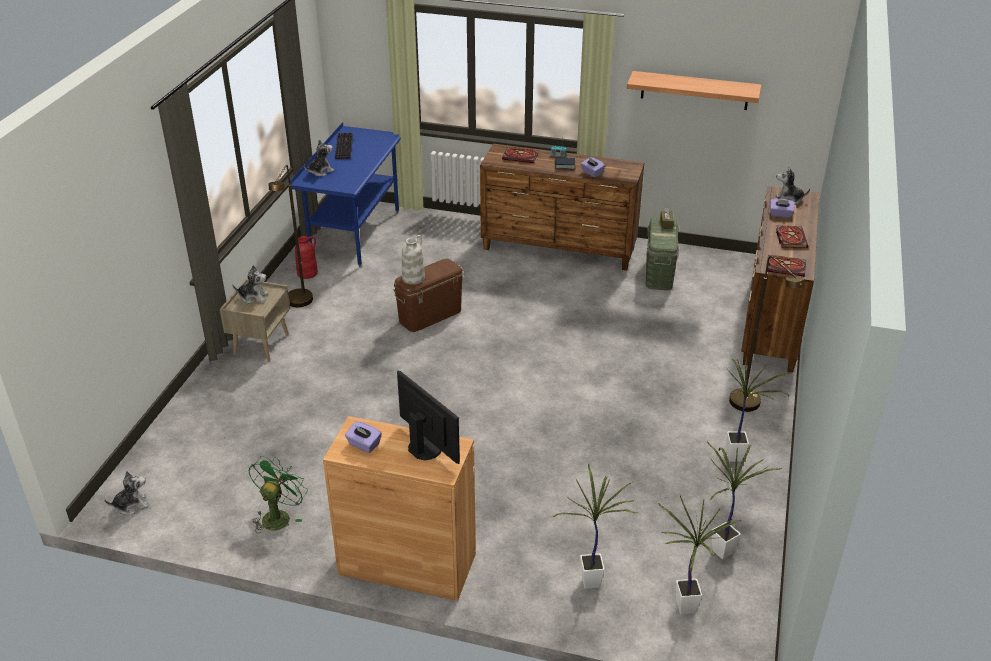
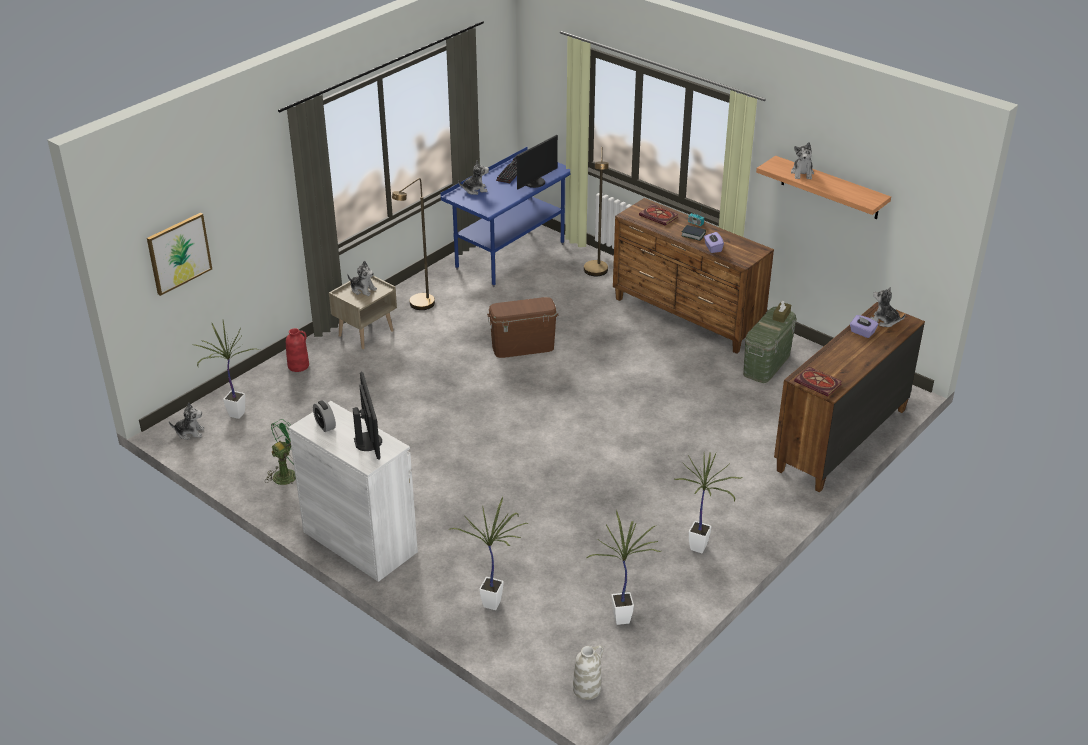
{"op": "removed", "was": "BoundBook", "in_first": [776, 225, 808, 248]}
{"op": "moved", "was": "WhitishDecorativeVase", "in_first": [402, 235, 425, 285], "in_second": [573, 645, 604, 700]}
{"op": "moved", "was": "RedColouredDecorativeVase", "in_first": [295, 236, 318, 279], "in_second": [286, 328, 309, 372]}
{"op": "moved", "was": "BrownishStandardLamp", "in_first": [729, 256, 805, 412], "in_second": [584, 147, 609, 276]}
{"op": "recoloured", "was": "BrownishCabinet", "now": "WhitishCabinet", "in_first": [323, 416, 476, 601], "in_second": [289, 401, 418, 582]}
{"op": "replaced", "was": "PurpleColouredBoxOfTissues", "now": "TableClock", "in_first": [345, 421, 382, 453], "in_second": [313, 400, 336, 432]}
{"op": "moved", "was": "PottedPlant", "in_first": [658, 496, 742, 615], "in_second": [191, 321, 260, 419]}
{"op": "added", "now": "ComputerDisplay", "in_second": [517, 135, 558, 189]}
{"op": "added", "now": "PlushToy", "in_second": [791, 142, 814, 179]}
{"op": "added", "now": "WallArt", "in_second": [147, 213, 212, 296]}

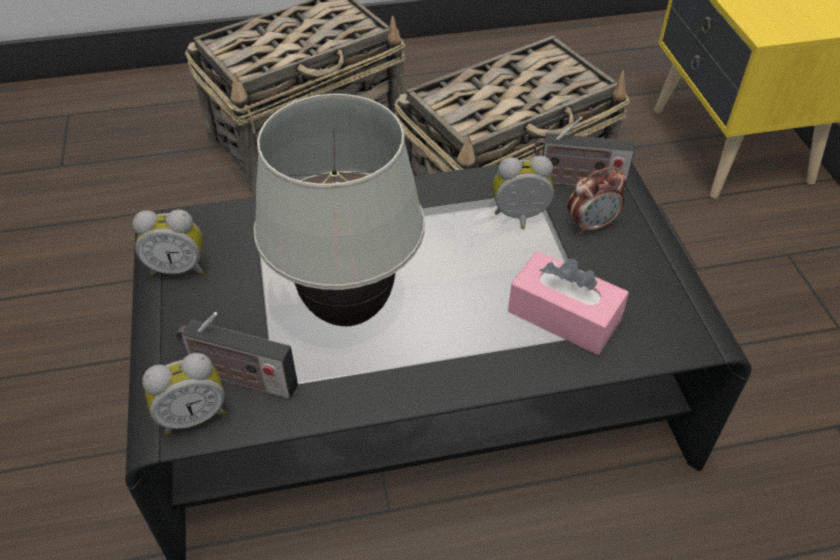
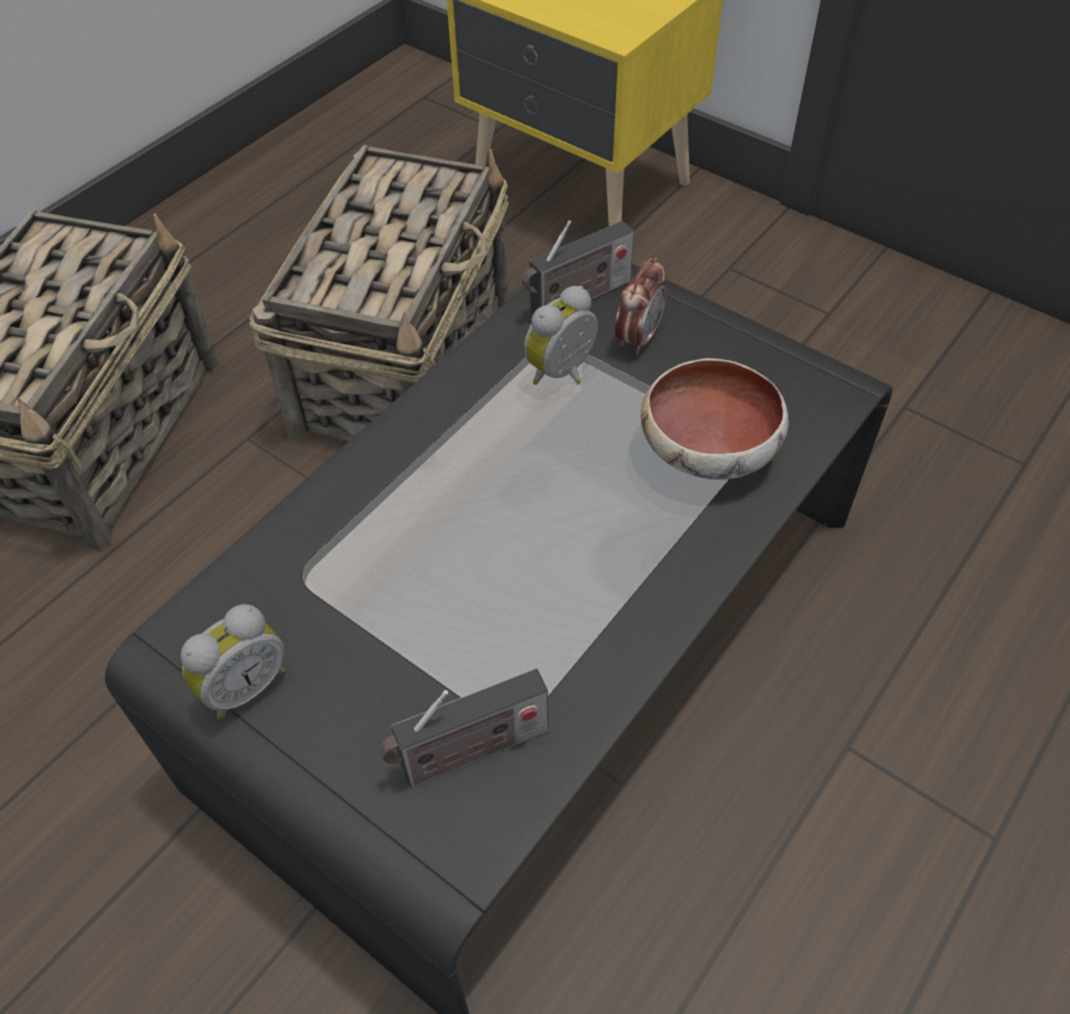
{"op": "removed", "was": "WhitishTabletopLamp", "in_first": [254, 94, 425, 326]}
{"op": "replaced", "was": "PinkColouredBoxOfTissues", "now": "Bowl", "in_first": [508, 251, 629, 355], "in_second": [641, 358, 789, 480]}
{"op": "removed", "was": "TableClock", "in_first": [142, 353, 226, 435]}

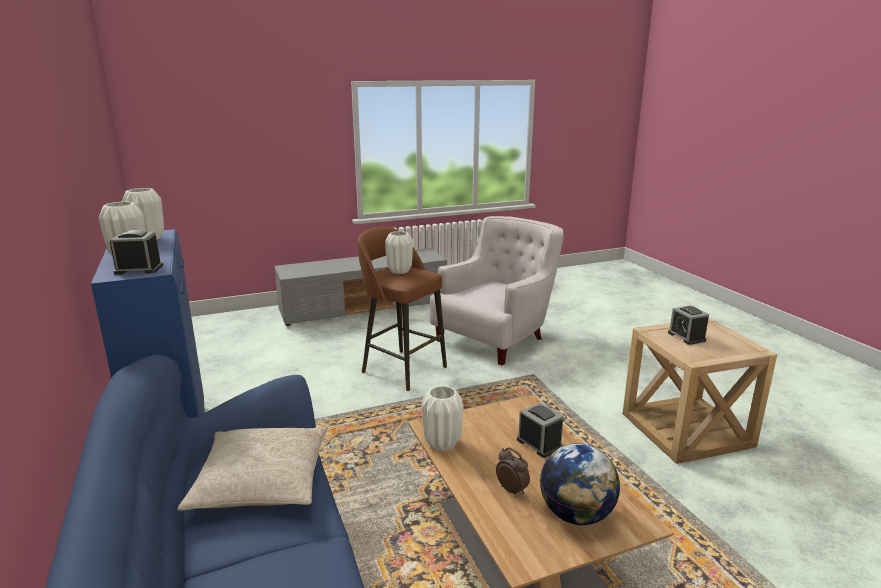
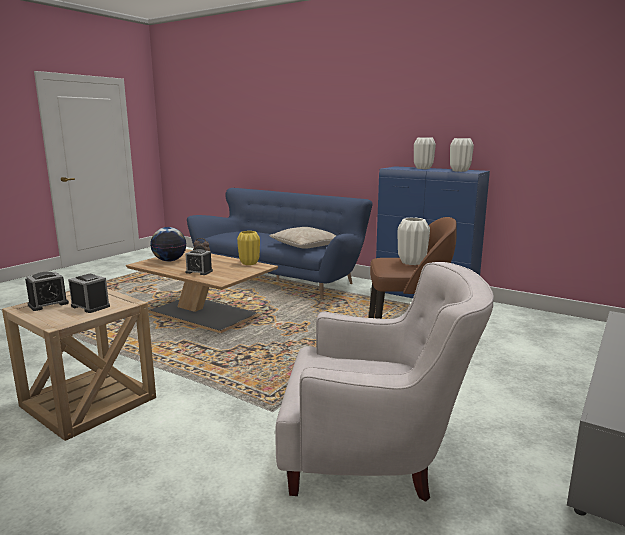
{"op": "turned", "was": "WhitishEasyChair", "in_first": [430, 216, 564, 365], "in_second": [275, 262, 494, 502], "clockwise": -90}
{"op": "moved", "was": "TableClock", "in_first": [110, 230, 163, 275], "in_second": [25, 272, 69, 311]}
{"op": "recoloured", "was": "WhitishDecorativeVase", "now": "YellowColouredDecorativeVase", "in_first": [422, 385, 463, 451], "in_second": [237, 231, 260, 265]}

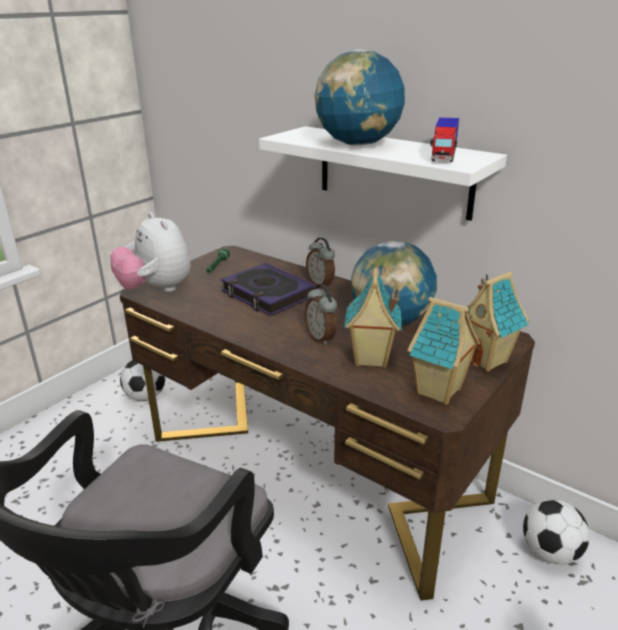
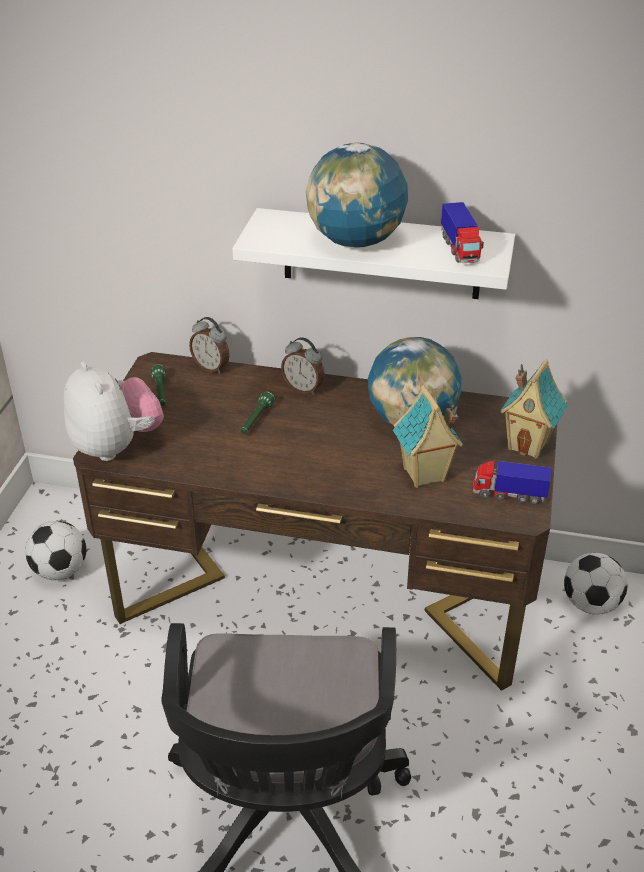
{"op": "turned", "was": "PlushToy", "in_first": [111, 212, 191, 292], "in_second": [64, 362, 164, 461], "clockwise": -150}
{"op": "replaced", "was": "BoundBook", "now": "GreenTorch", "in_first": [221, 263, 315, 316], "in_second": [240, 391, 275, 434]}
{"op": "moved", "was": "TableClock", "in_first": [305, 284, 337, 345], "in_second": [189, 317, 230, 374]}
{"op": "replaced", "was": "MiniatureHouse", "now": "ToyTruck", "in_first": [407, 297, 480, 405], "in_second": [473, 461, 551, 505]}

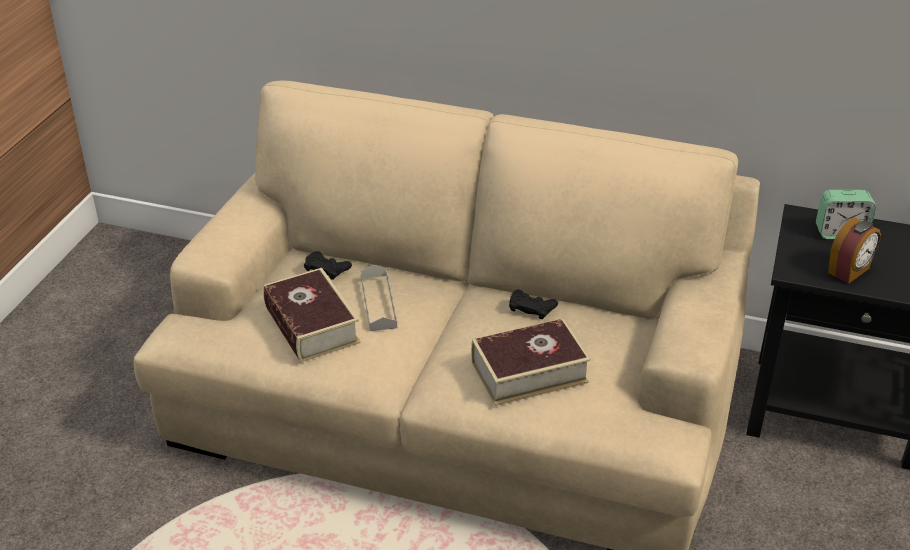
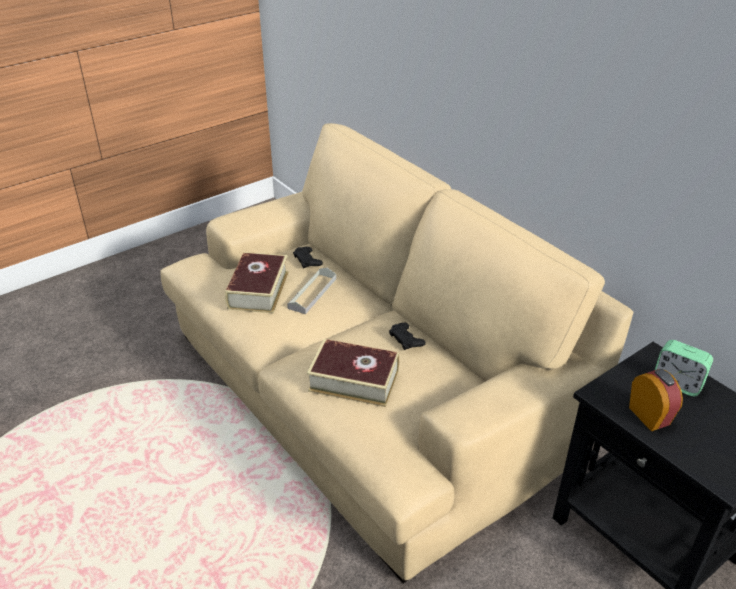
{"op": "turned", "was": "TableClock", "in_first": [828, 218, 881, 284], "in_second": [629, 369, 683, 431], "clockwise": -105}

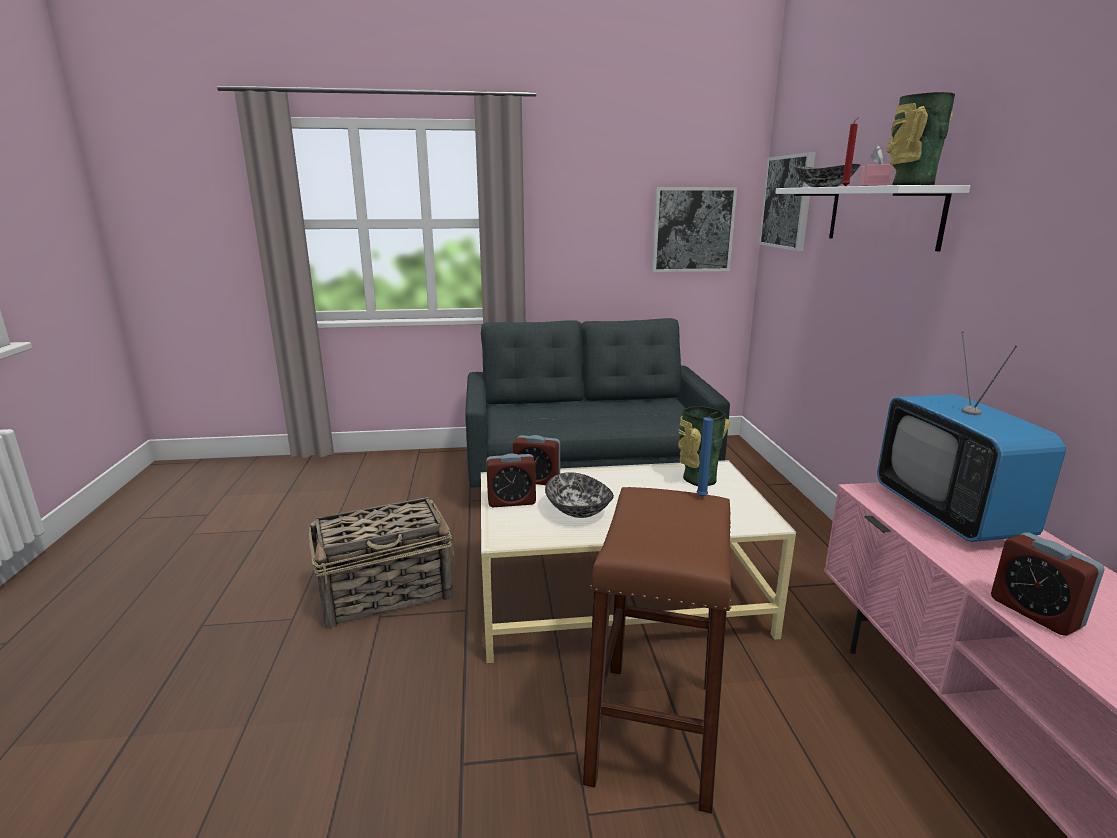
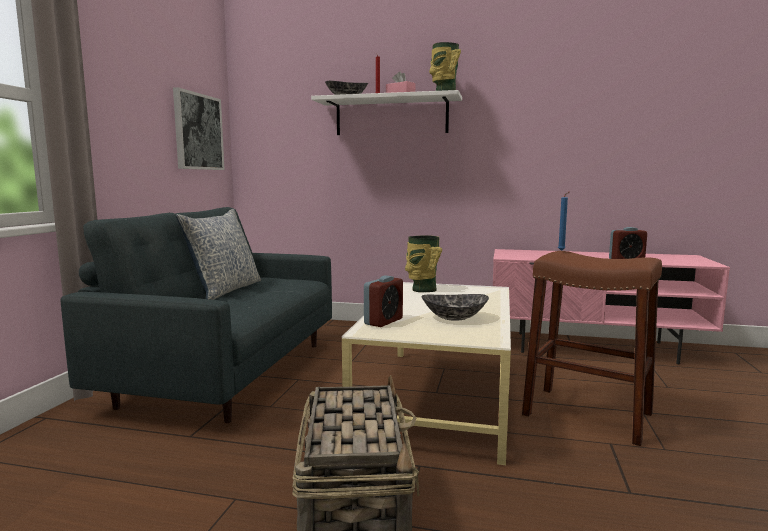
{"op": "removed", "was": "WallArt", "in_first": [759, 152, 816, 251]}
{"op": "removed", "was": "Television", "in_first": [877, 332, 1066, 542]}
{"op": "removed", "was": "TableClock", "in_first": [486, 453, 536, 507]}
{"op": "added", "now": "Cushion", "in_second": [176, 209, 261, 300]}

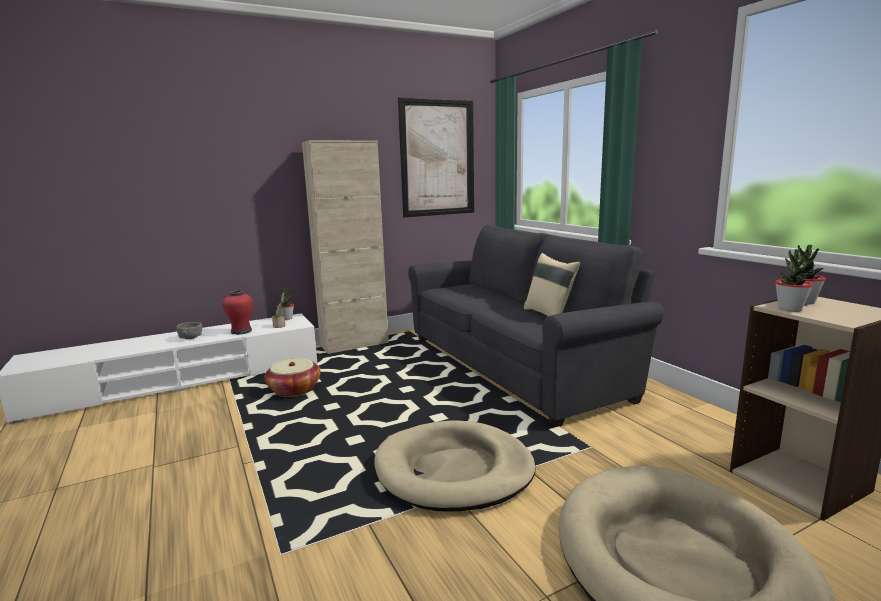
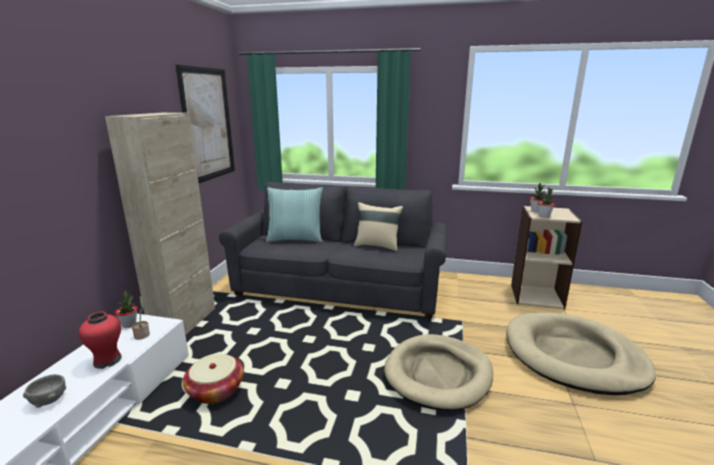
{"op": "added", "now": "Cushion", "in_second": [266, 187, 323, 242]}

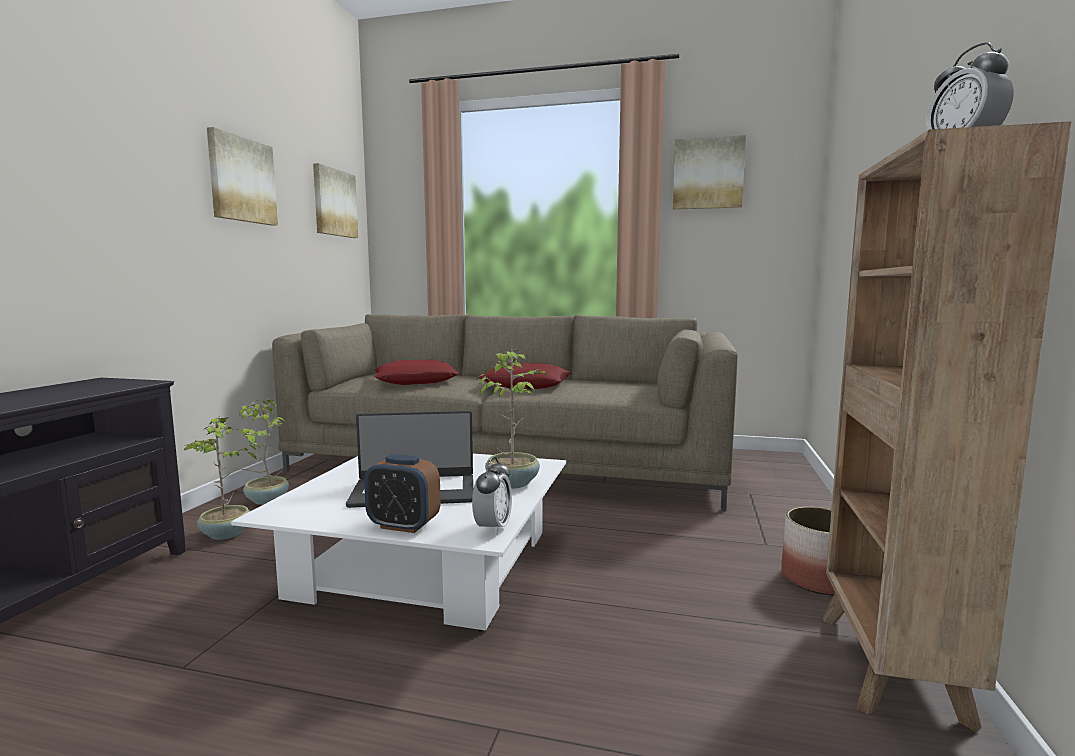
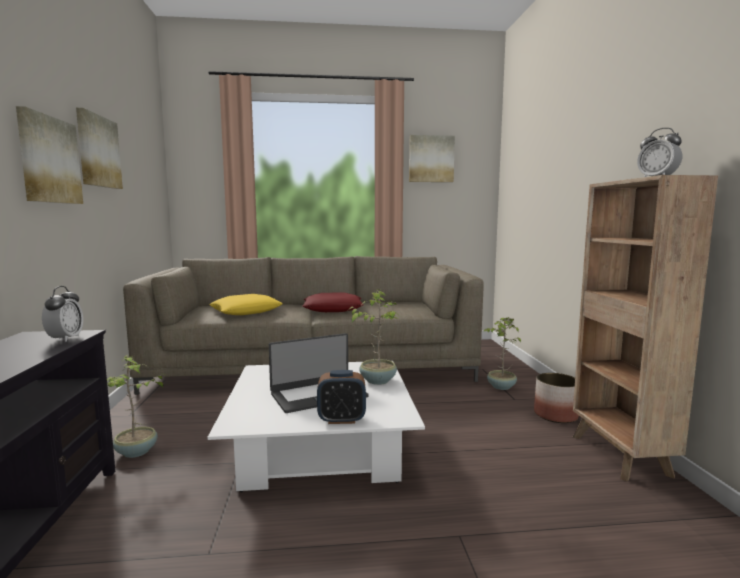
{"op": "moved", "was": "WallArt", "in_first": [313, 163, 358, 238], "in_second": [16, 106, 83, 204]}
{"op": "recoloured", "was": "RedColouredCushion", "now": "YellowColouredCushion", "in_first": [374, 359, 459, 385], "in_second": [209, 294, 283, 315]}
{"op": "moved", "was": "PottedPlant", "in_first": [238, 400, 289, 505], "in_second": [484, 317, 521, 390]}
{"op": "moved", "was": "TableClock", "in_first": [472, 457, 512, 535], "in_second": [42, 286, 83, 342]}

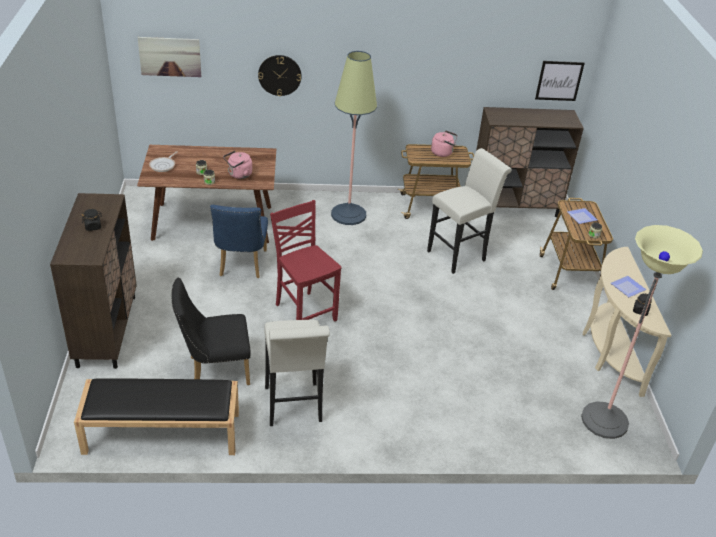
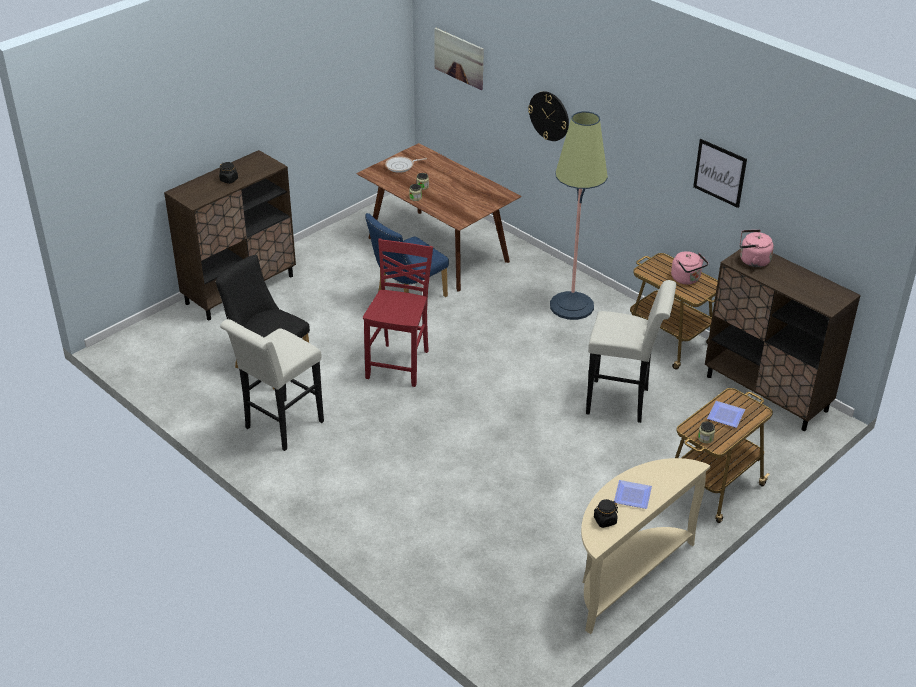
{"op": "moved", "was": "WallArt", "in_first": [535, 61, 585, 101], "in_second": [693, 139, 747, 208]}
{"op": "moved", "was": "PinkColouredWaterKettle", "in_first": [223, 151, 252, 179], "in_second": [740, 230, 774, 267]}
{"op": "removed", "was": "StandardLamp", "in_first": [581, 225, 703, 439]}
{"op": "removed", "was": "BlackishBench", "in_first": [74, 378, 239, 455]}

